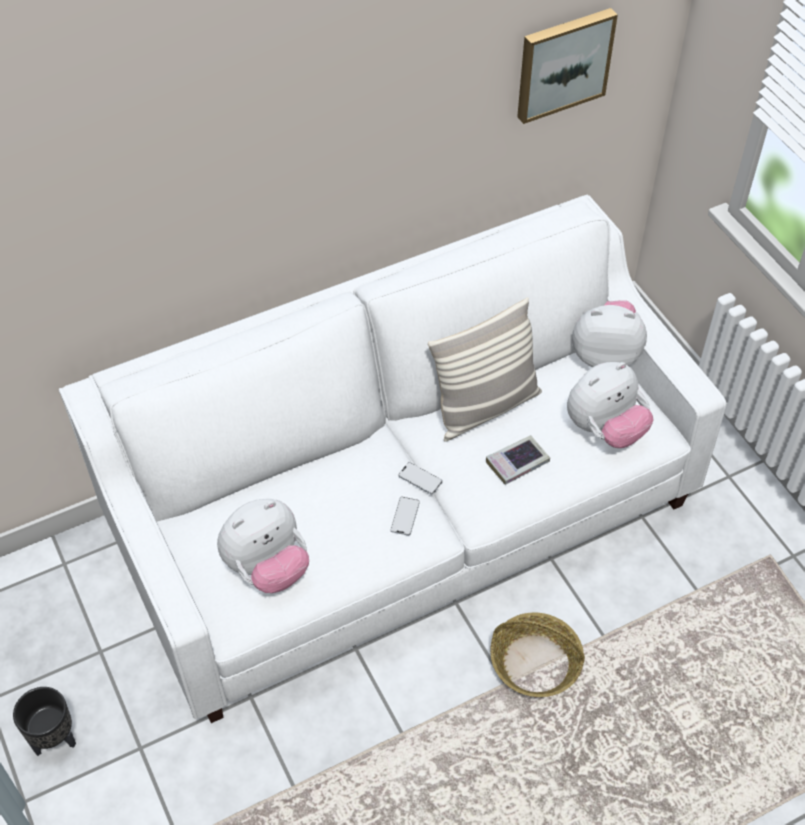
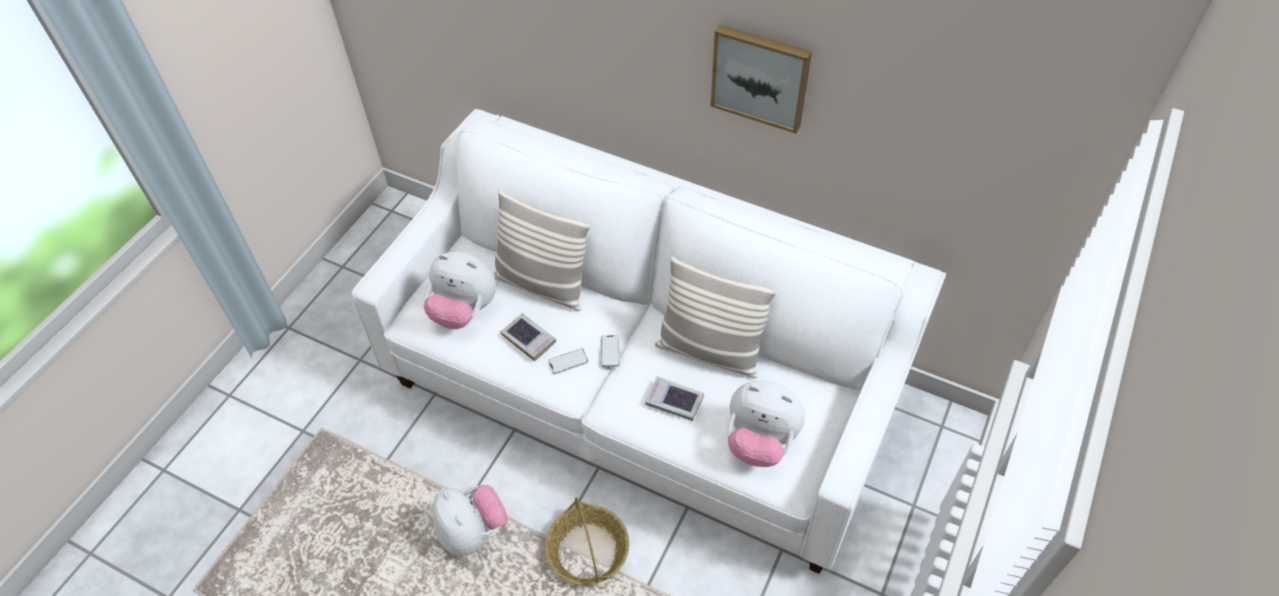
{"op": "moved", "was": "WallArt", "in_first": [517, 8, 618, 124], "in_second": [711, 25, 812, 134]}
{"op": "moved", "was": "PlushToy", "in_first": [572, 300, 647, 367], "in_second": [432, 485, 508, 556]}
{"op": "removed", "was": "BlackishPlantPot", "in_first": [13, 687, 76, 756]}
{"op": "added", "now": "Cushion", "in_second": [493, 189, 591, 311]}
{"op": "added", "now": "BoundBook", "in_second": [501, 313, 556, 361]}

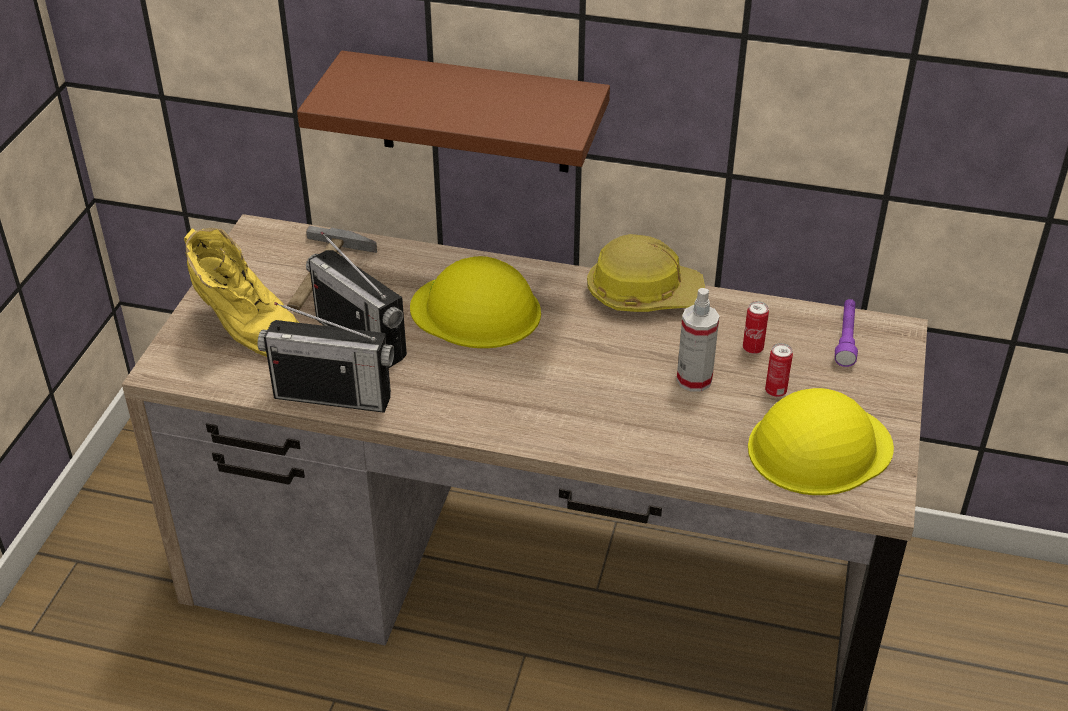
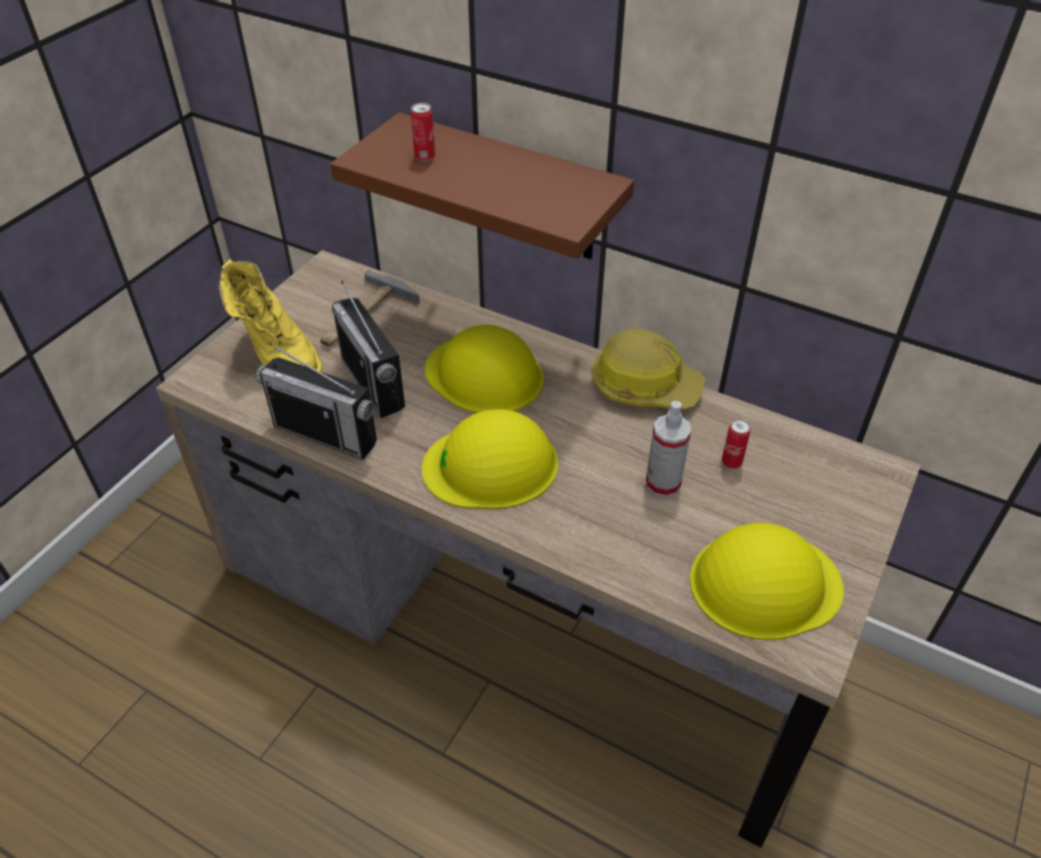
{"op": "removed", "was": "PurpleColouredTorch", "in_first": [835, 299, 858, 367]}
{"op": "moved", "was": "SealedCan", "in_first": [765, 343, 793, 397], "in_second": [411, 103, 435, 161]}
{"op": "added", "now": "YellowColouredSafetyHelmet", "in_second": [422, 409, 558, 509]}

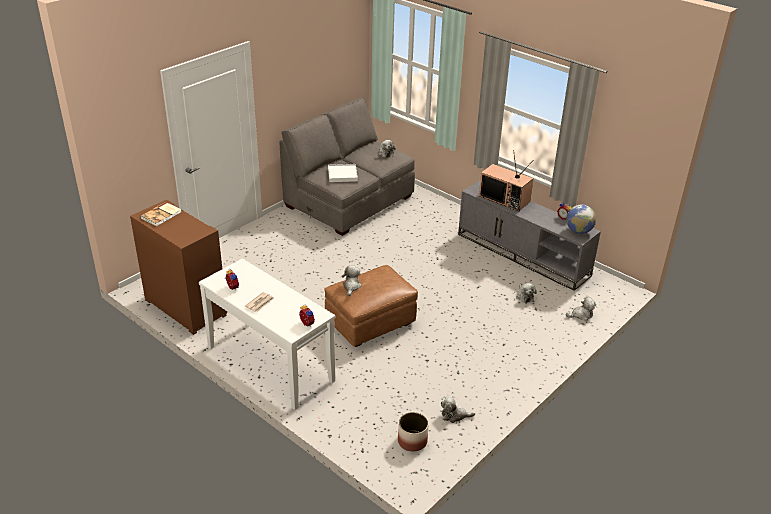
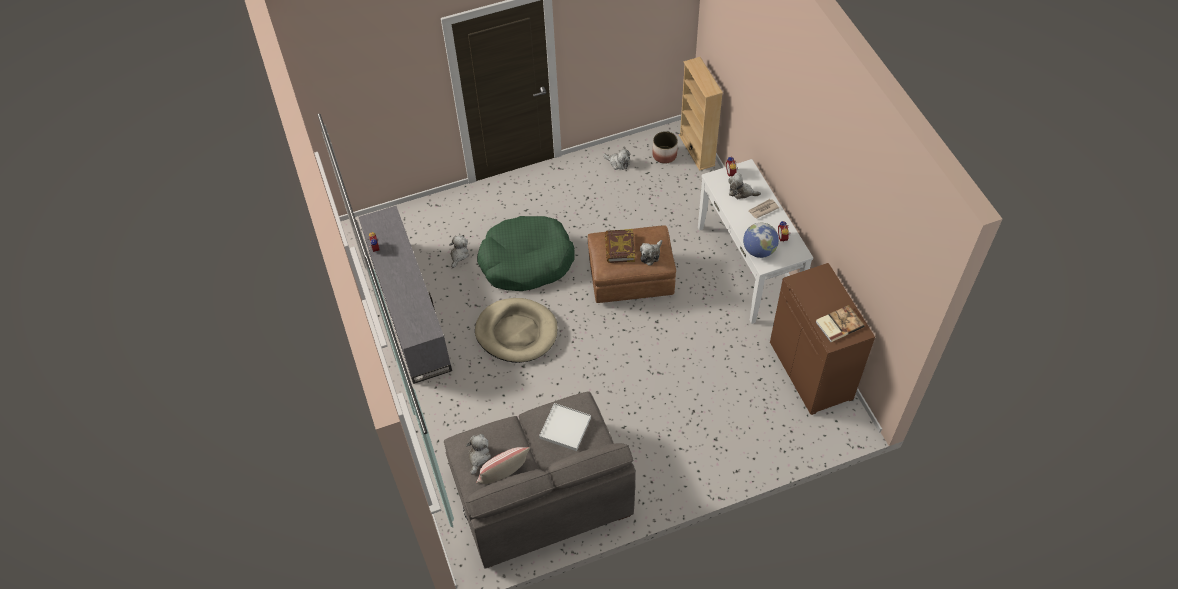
{"op": "removed", "was": "Television", "in_first": [479, 150, 534, 211]}
{"op": "moved", "was": "Globe", "in_first": [566, 204, 596, 234], "in_second": [743, 223, 779, 258]}
{"op": "moved", "was": "PlushToy", "in_first": [566, 297, 596, 321], "in_second": [728, 173, 761, 199]}
{"op": "added", "now": "BeigeBookshelf", "in_second": [679, 57, 723, 171]}
{"op": "added", "now": "GreenDogCushion", "in_second": [477, 216, 575, 291]}
{"op": "added", "now": "BoundBook", "in_second": [605, 229, 635, 263]}
{"op": "added", "now": "BeigeDogCushion", "in_second": [475, 298, 557, 363]}
{"op": "added", "now": "Cushion", "in_second": [476, 447, 530, 484]}

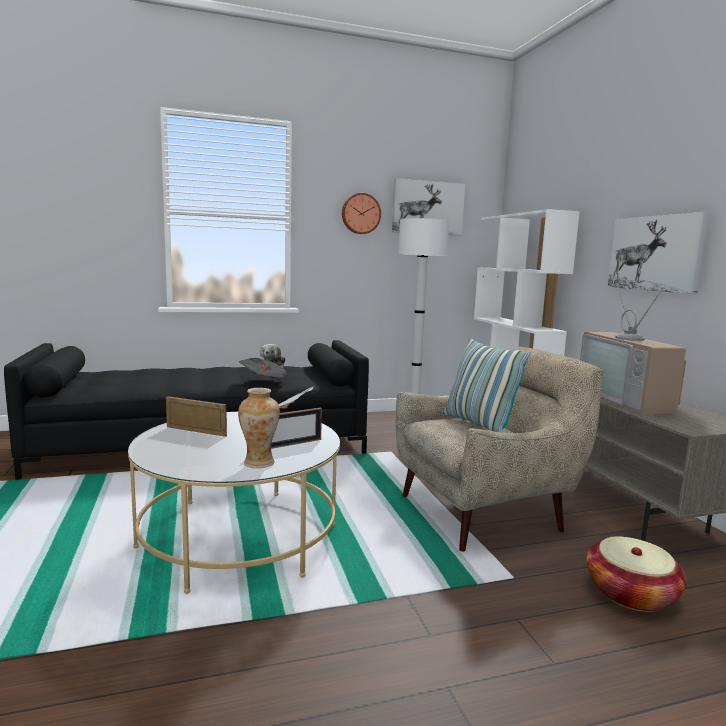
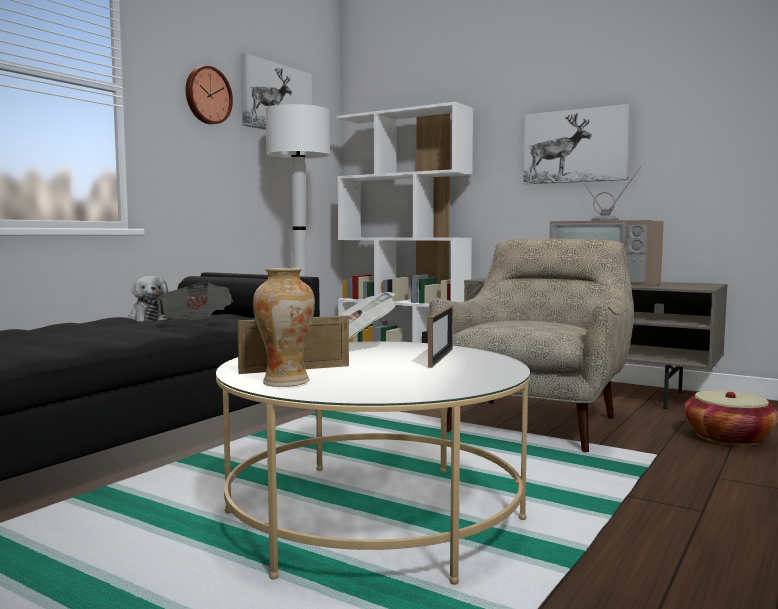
{"op": "removed", "was": "Cushion", "in_first": [443, 338, 531, 433]}
{"op": "moved", "was": "DecorativeVase", "in_first": [238, 388, 280, 468], "in_second": [253, 268, 315, 387]}

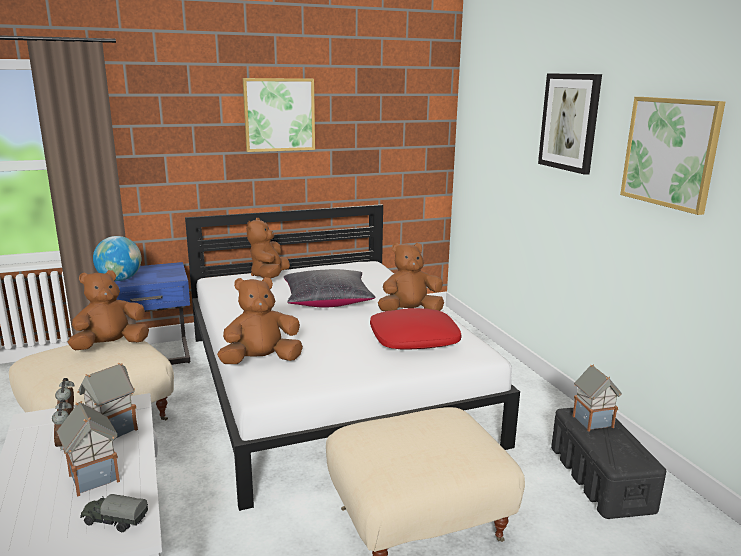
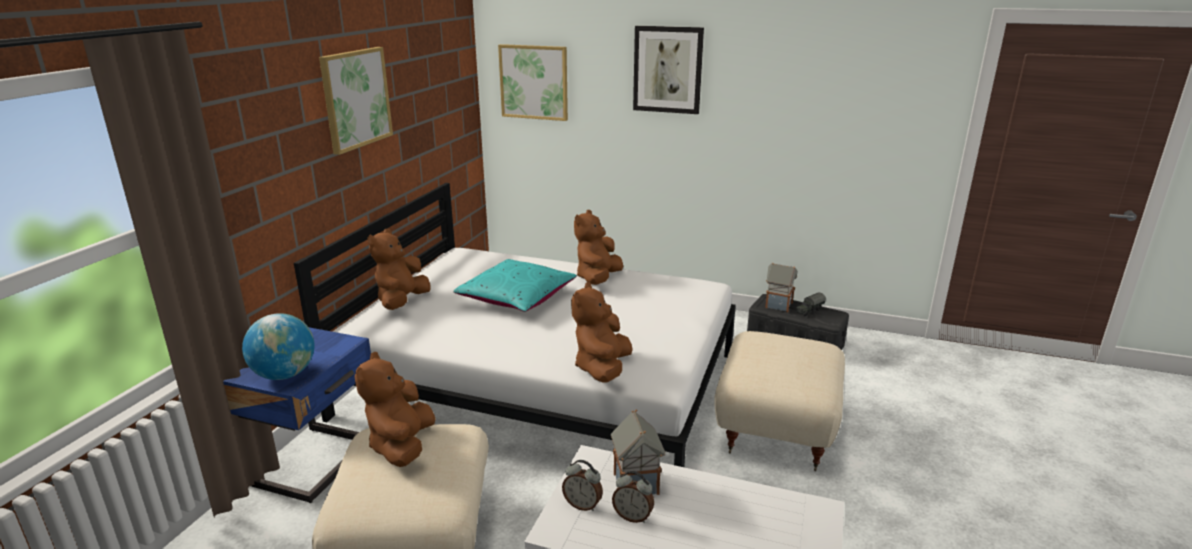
{"op": "moved", "was": "WallArt", "in_first": [620, 97, 725, 215], "in_second": [498, 44, 568, 121]}
{"op": "turned", "was": "BrownishPlushToy", "in_first": [246, 218, 290, 279], "in_second": [367, 229, 431, 310], "clockwise": 60}
{"op": "recoloured", "was": "BlackishCushion", "now": "BlueGreenCushion", "in_first": [284, 269, 376, 308], "in_second": [453, 259, 577, 312]}
{"op": "removed", "was": "RedColouredCushion", "in_first": [370, 308, 461, 350]}
{"op": "removed", "was": "MiniatureHouse", "in_first": [57, 401, 120, 497]}
{"op": "moved", "was": "ToyTruck", "in_first": [80, 494, 148, 532], "in_second": [796, 292, 826, 316]}

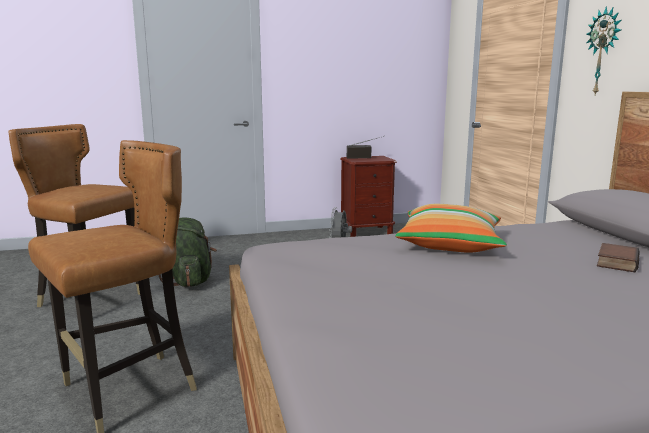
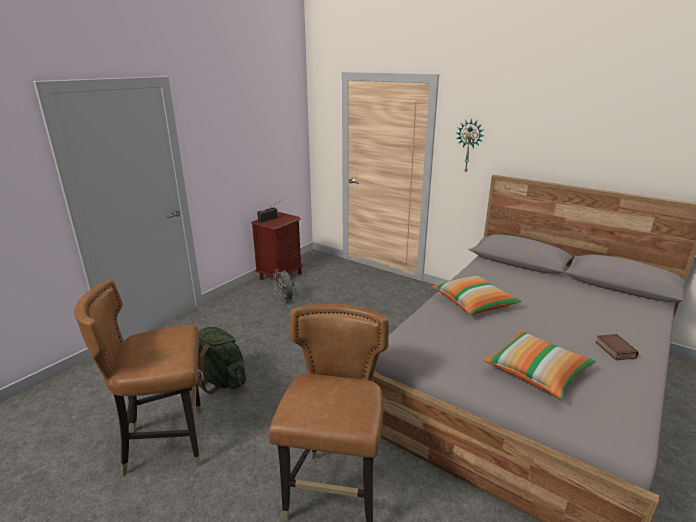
{"op": "moved", "was": "BoundBook", "in_first": [597, 243, 640, 272], "in_second": [596, 334, 639, 360]}
{"op": "added", "now": "Cushion", "in_second": [483, 330, 596, 399]}

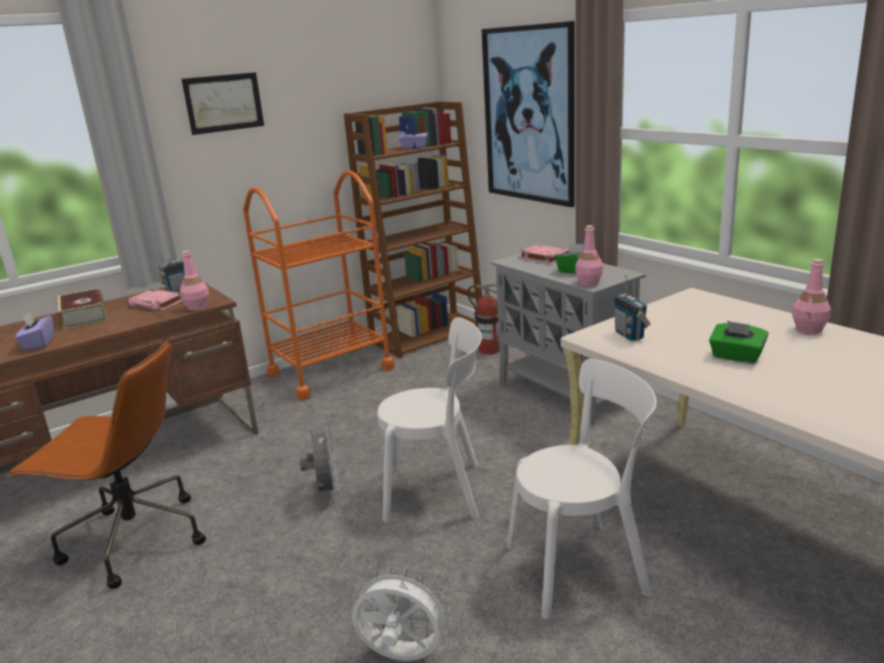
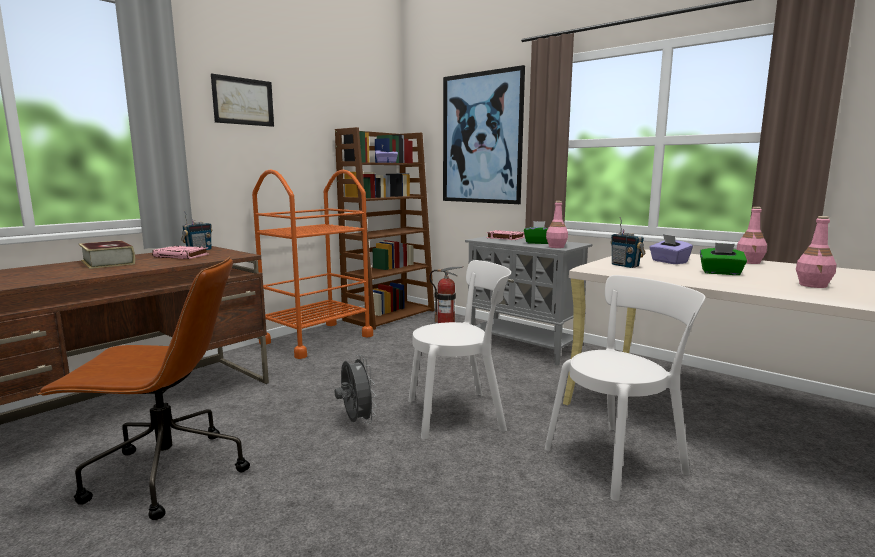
{"op": "moved", "was": "PinkColouredBottle", "in_first": [180, 251, 209, 311], "in_second": [796, 216, 837, 288]}
{"op": "moved", "was": "PurpleColouredBoxOfTissues", "in_first": [15, 312, 54, 351], "in_second": [649, 234, 693, 264]}
{"op": "removed", "was": "WhitishCoolingFan", "in_first": [352, 567, 451, 661]}

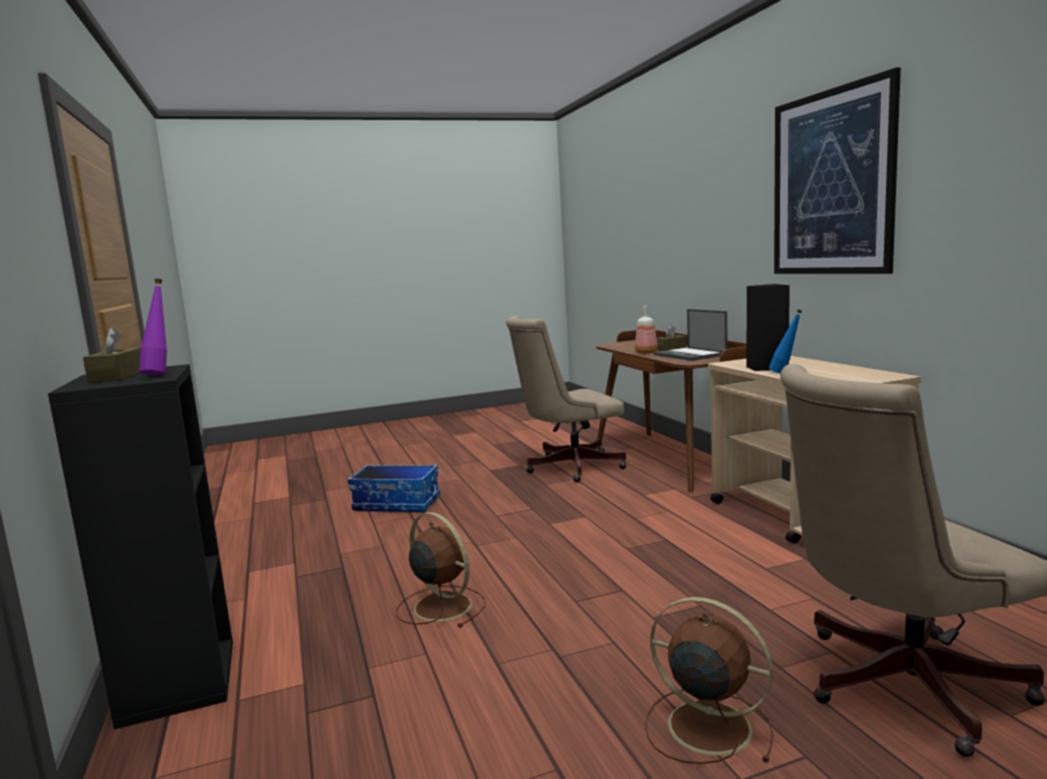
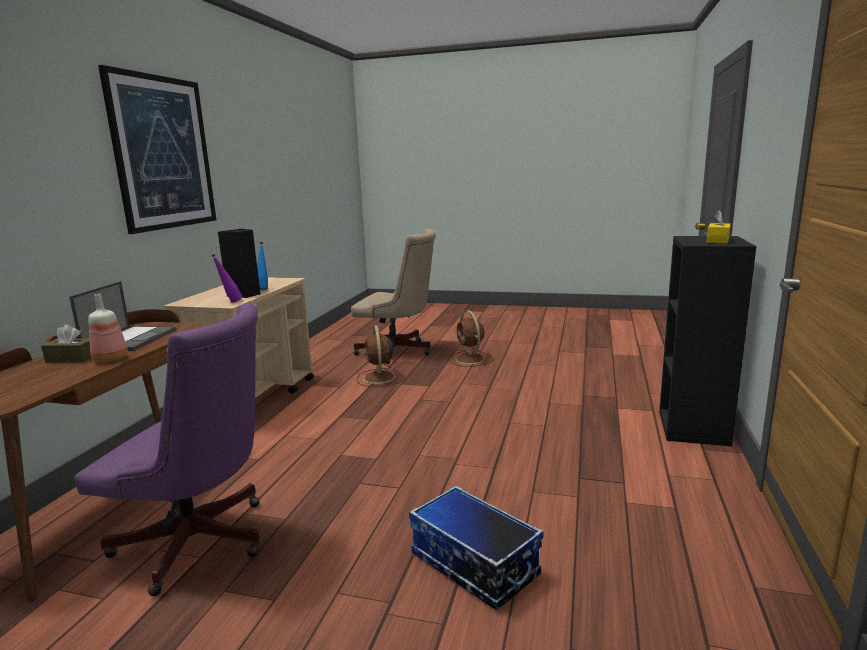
{"op": "moved", "was": "PurpleColouredBottle", "in_first": [139, 279, 167, 375], "in_second": [211, 254, 243, 302]}
{"op": "recoloured", "was": "BeigeOfficeChair", "now": "PurpleColouredOfficeChair", "in_first": [506, 315, 626, 482], "in_second": [74, 303, 260, 596]}
{"op": "recoloured", "was": "BrownishBoxOfTissues", "now": "YellowColouredBoxOfTissues", "in_first": [83, 327, 141, 383], "in_second": [707, 210, 731, 243]}
{"op": "moved", "was": "BrownishCoolingFan", "in_first": [396, 512, 485, 628], "in_second": [357, 325, 404, 387]}

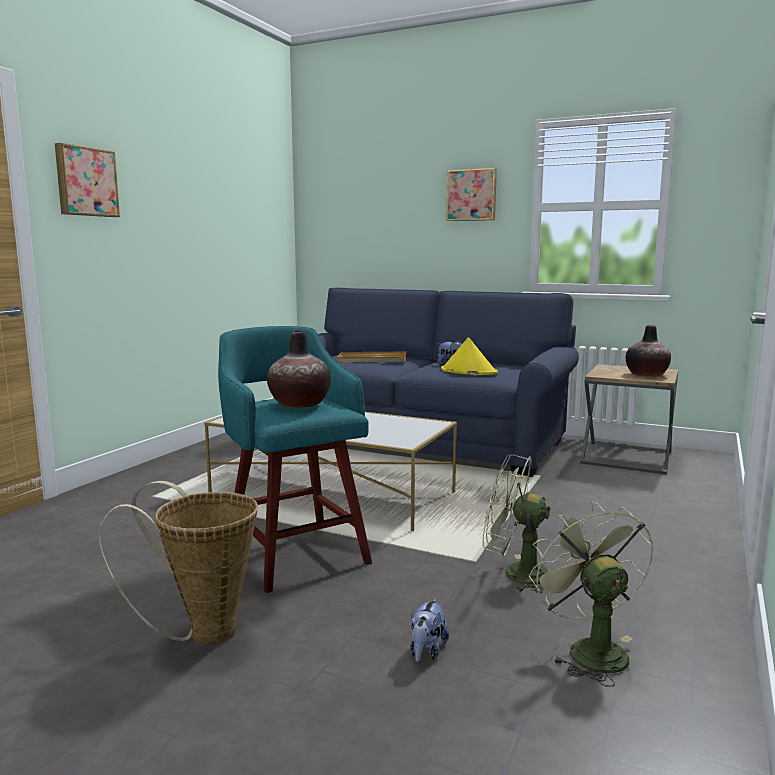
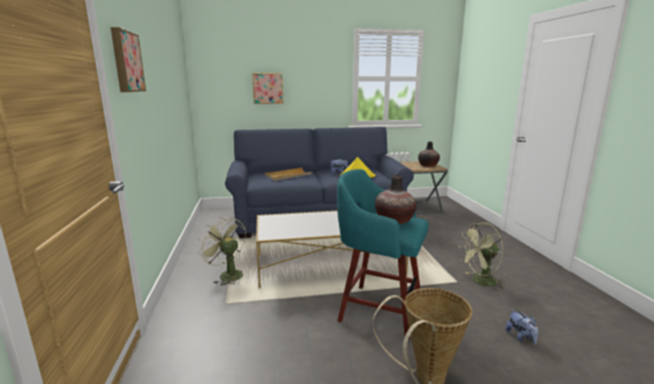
{"op": "moved", "was": "WallArt", "in_first": [446, 168, 497, 221], "in_second": [252, 73, 283, 104]}
{"op": "moved", "was": "GreenCoolingFan", "in_first": [529, 501, 654, 687], "in_second": [198, 217, 246, 286]}

